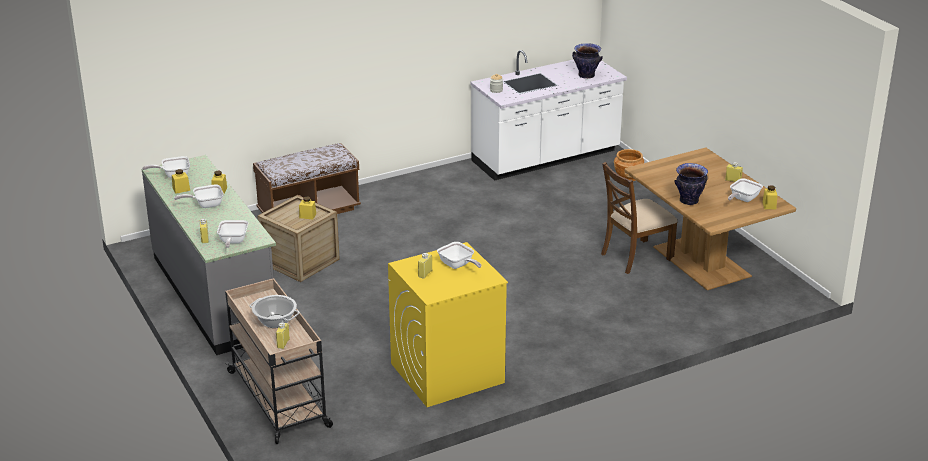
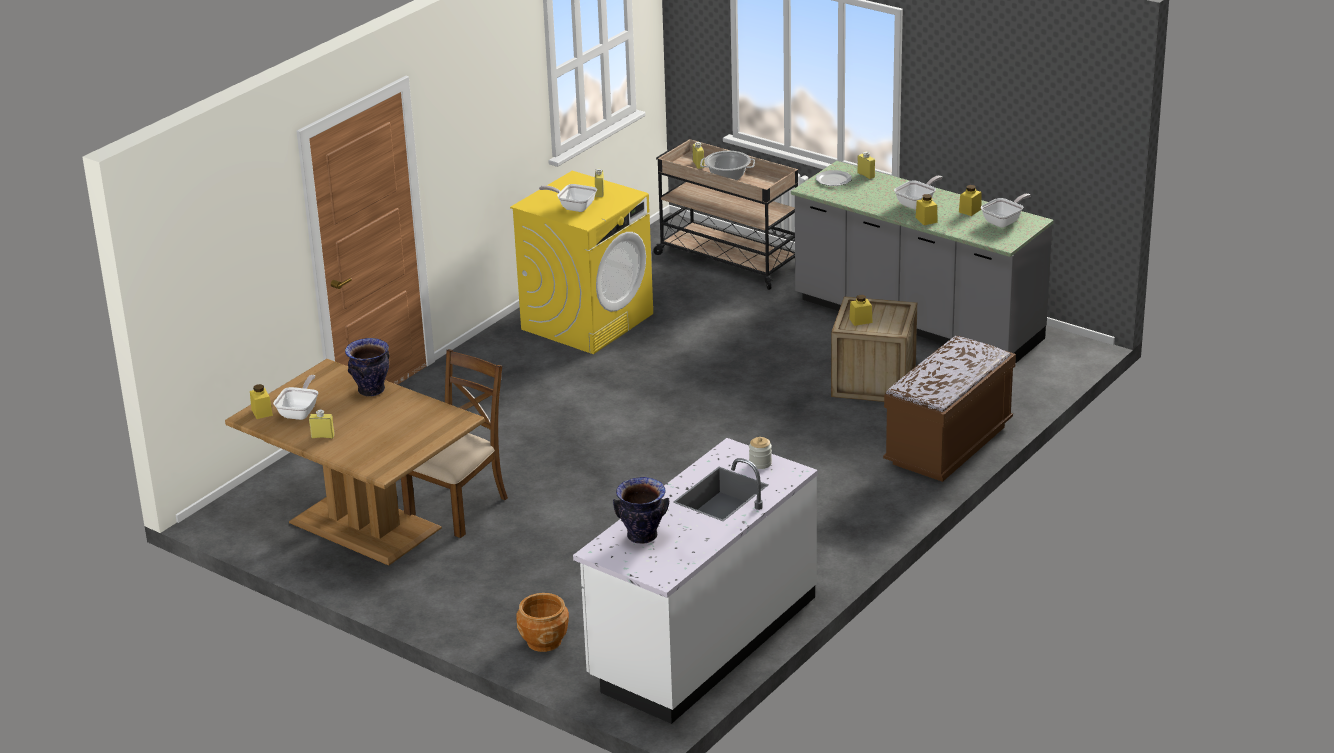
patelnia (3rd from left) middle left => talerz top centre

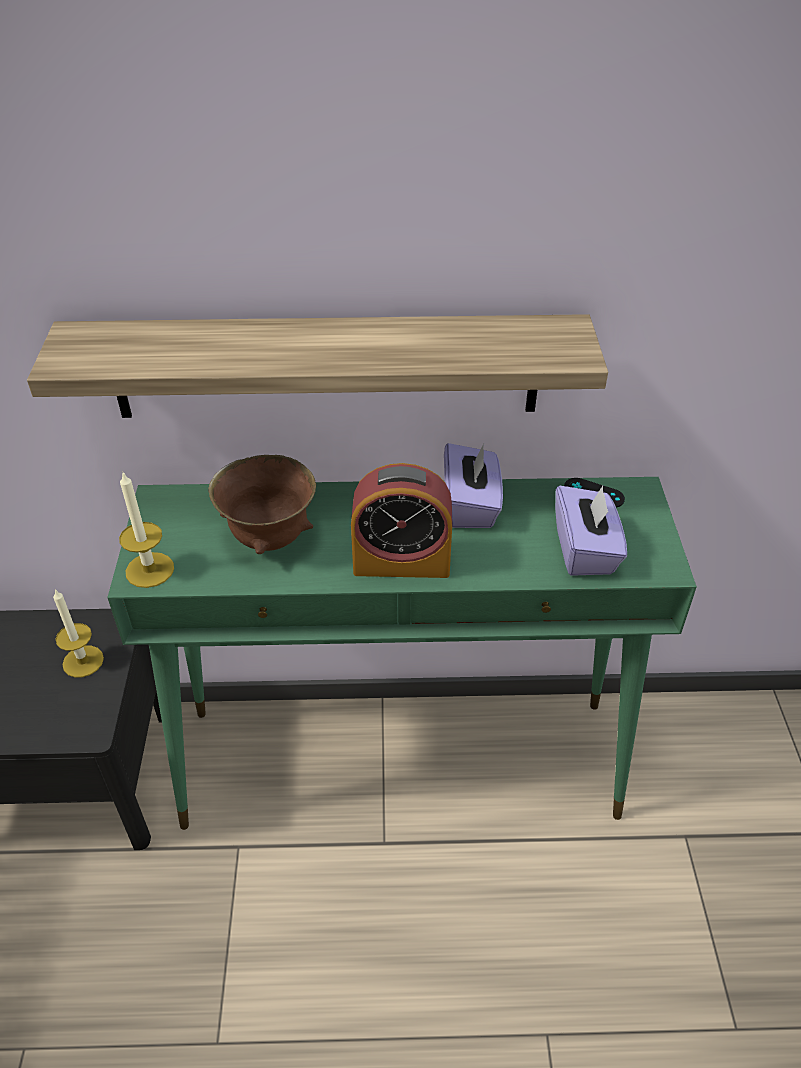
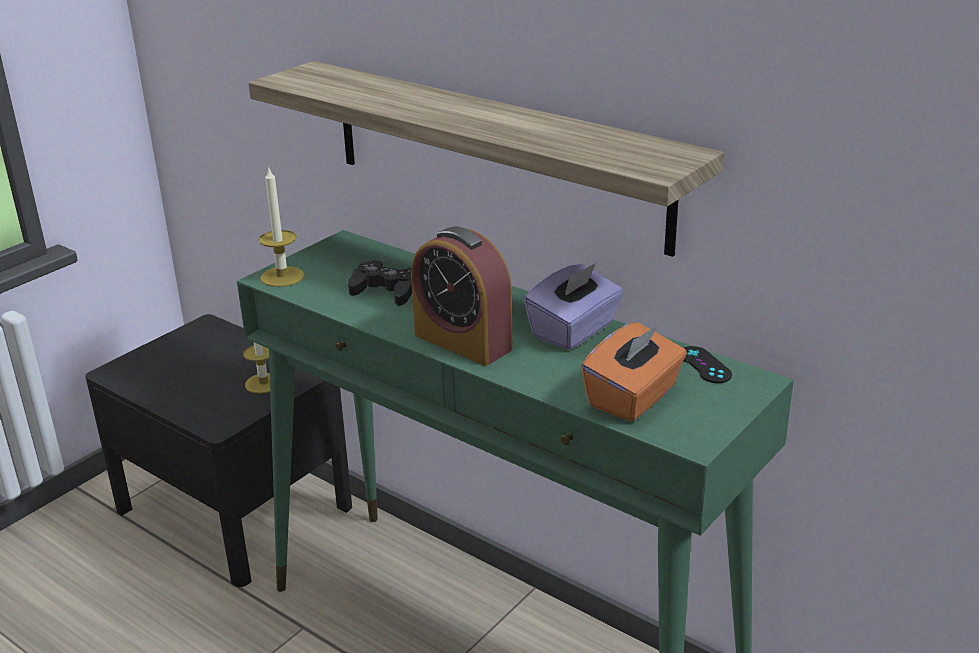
miska (brązowy) middle left => pad do gier (czarny) (1st from left) centre
pudełko chusteczek (fioletowy) (2nd from left) middle right => pudełko chusteczek (pomarańczowy) centre

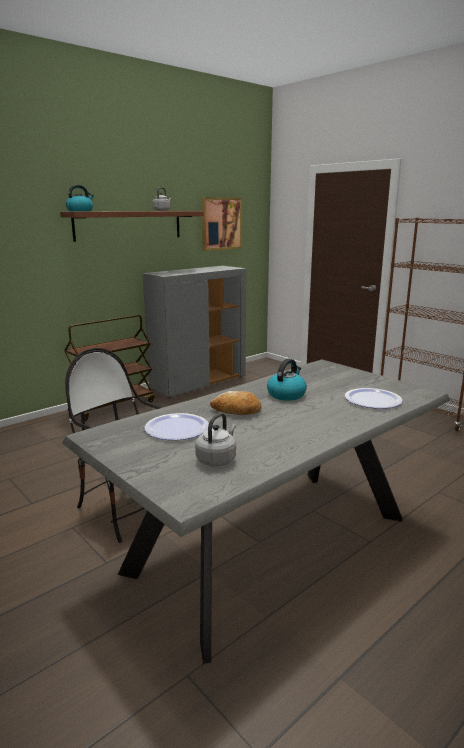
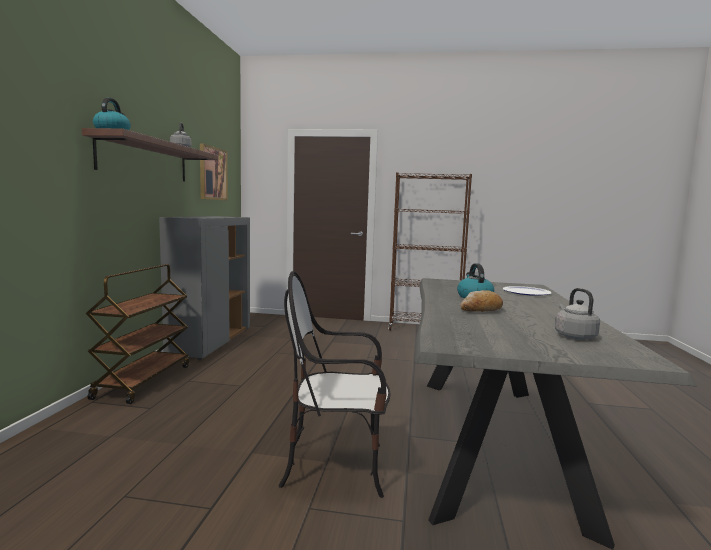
talerz (1st from left) centre => nothing

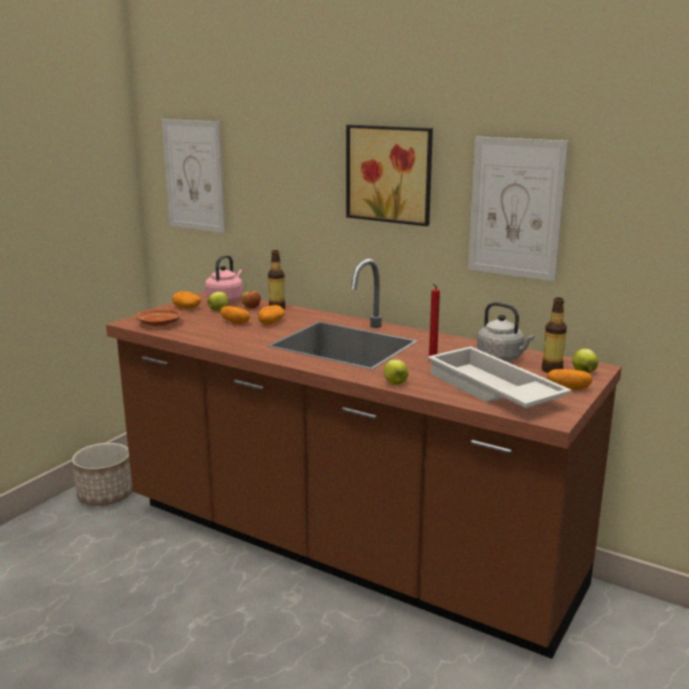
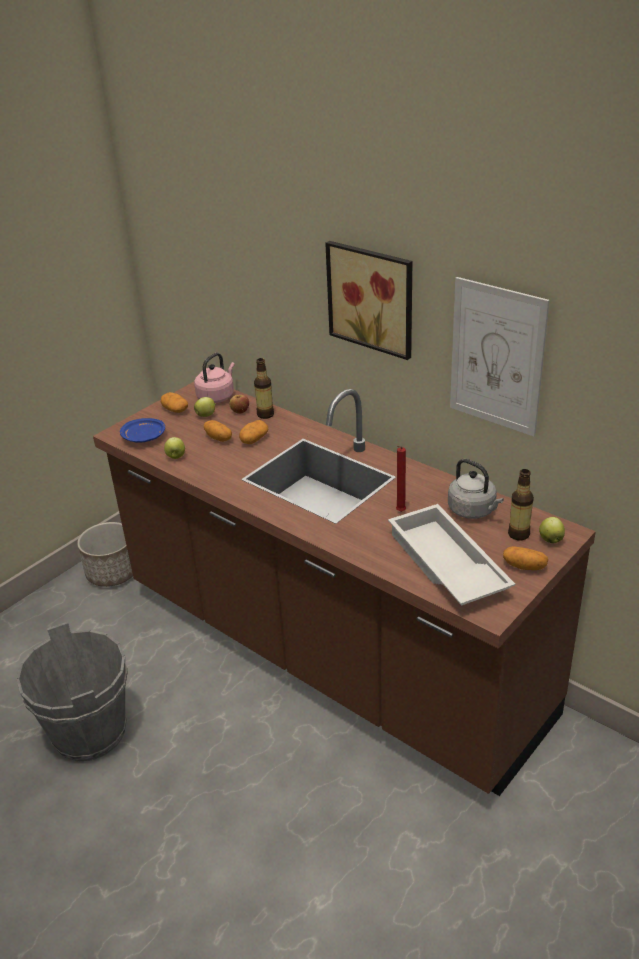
obraz (1st from left) top left => nothing
nothing => wiadro (szary) bottom left
jabłko (3rd from left in the first image) centre => jabłko (1st from left) middle left, move
talerz (brązowy) middle left => talerz (niebieski) middle left

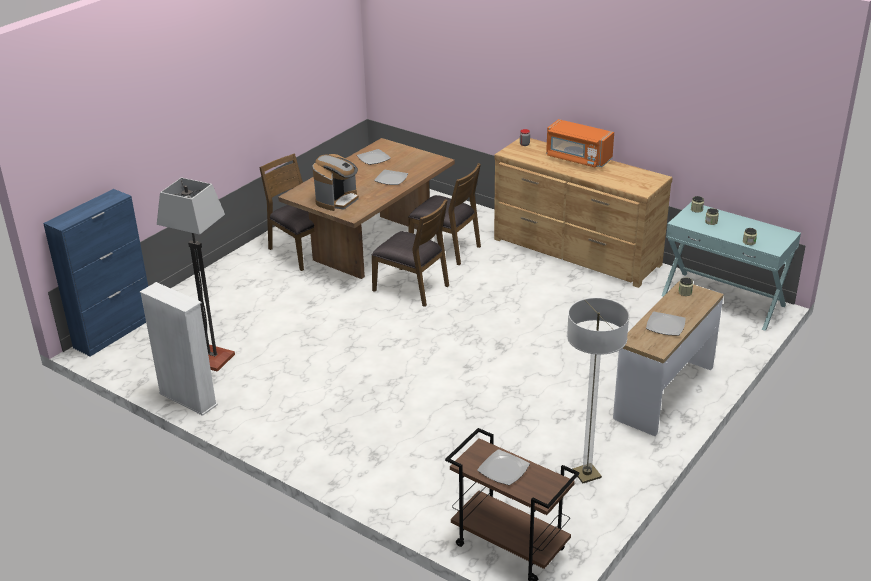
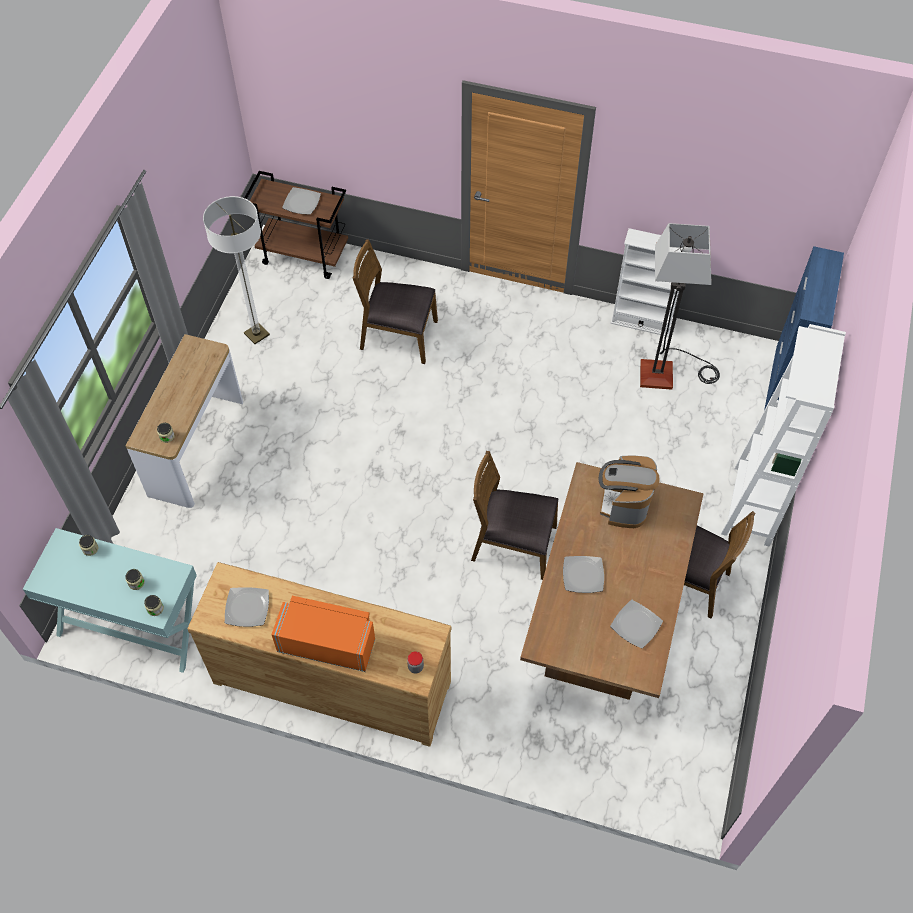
nothing => regał (biały) (2nd from left) middle right
krzesło (brązowy) (3rd from left in the first image) centre => krzesło (brązowy) (1st from left) top centre, move
talerz (4th from left in the first image) middle right => talerz (1st from left) middle left, move

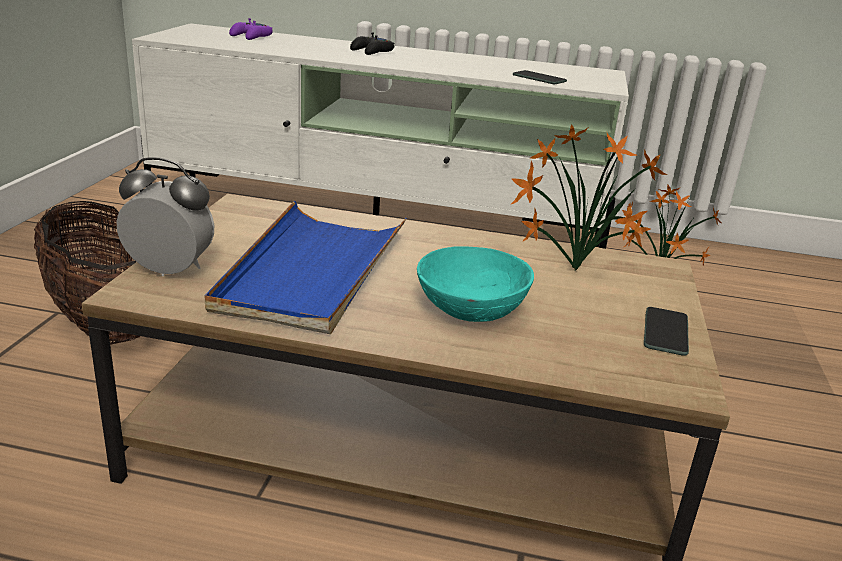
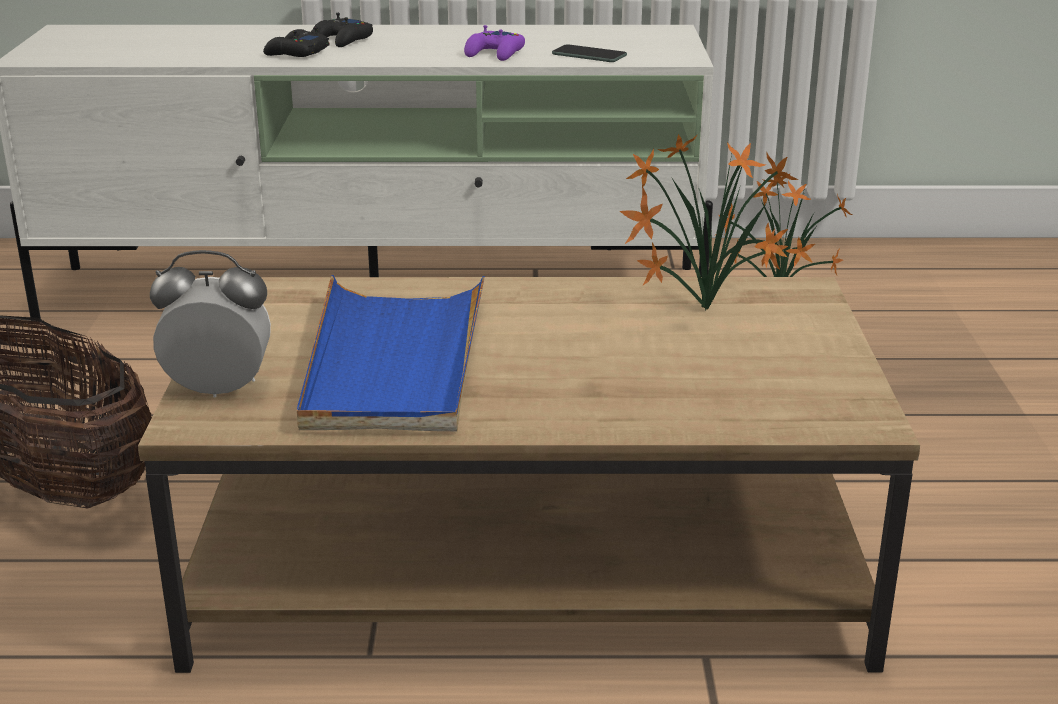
miska (turkusowy) centre => nothing
telefon (2nd from left) middle right => nothing
nothing => pad do gier (czarny) (1st from left) top left
pad do gier (fioletowy) top left => pad do gier (fioletowy) top centre, move

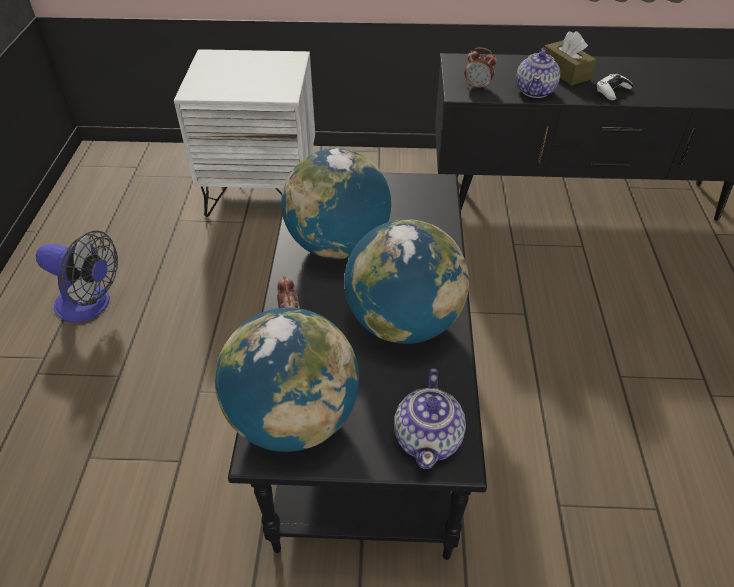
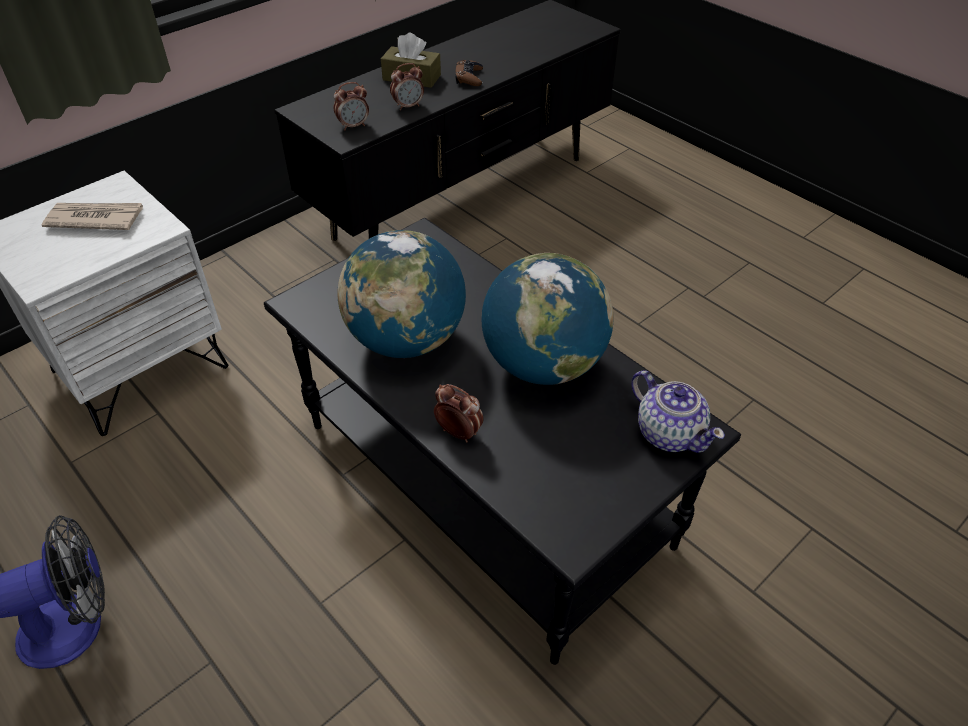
globus (1st from left) centre => nothing
nothing => gazeta top left
imbryk (2nd from left) top right => budzik (2nd from left) top centre
pad do gier (biały) top right => pad do gier (brązowy) top centre

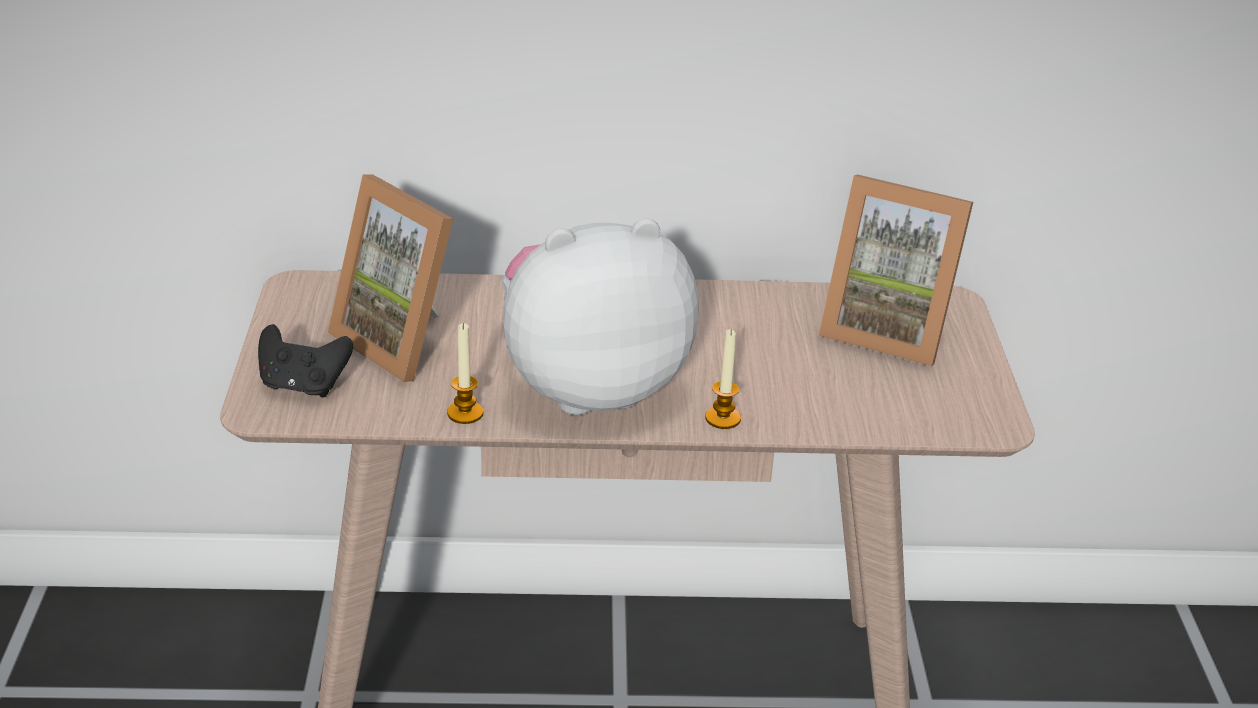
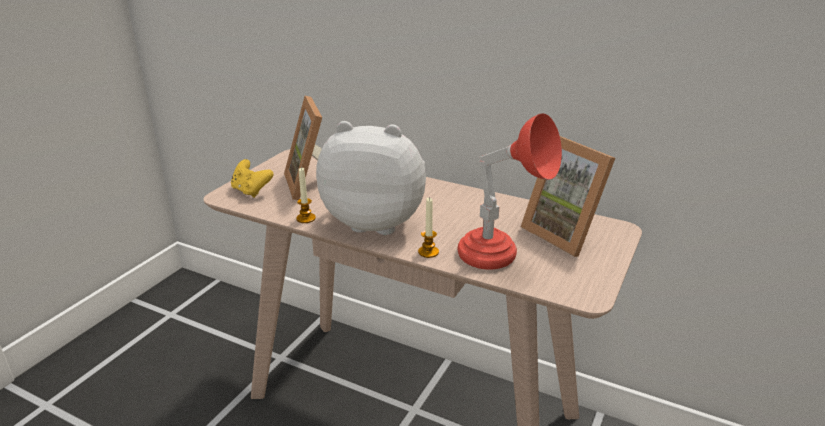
nothing => lampa stołowa (czerwony) centre
pad do gier (czarny) middle left => pad do gier (żółty) middle left

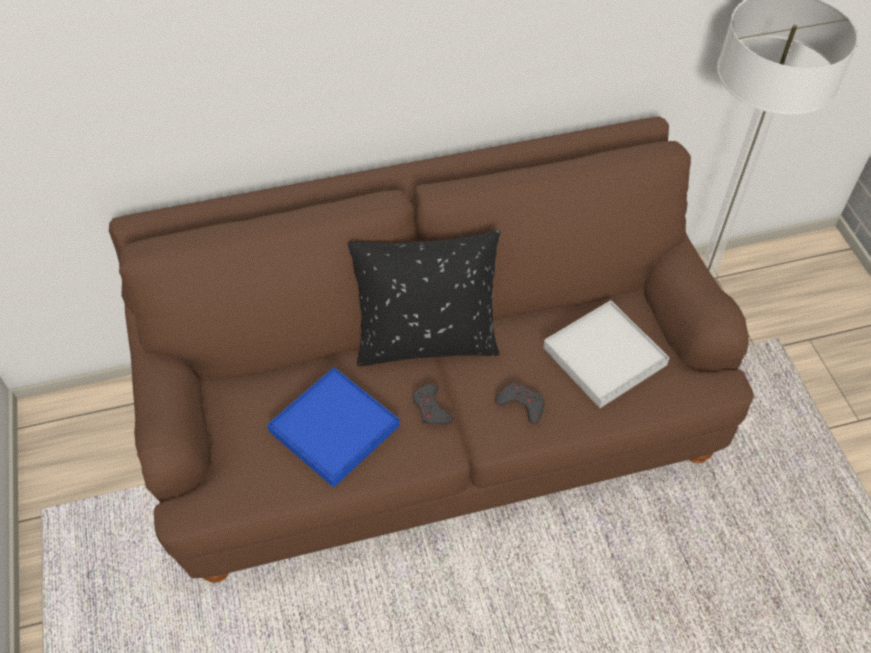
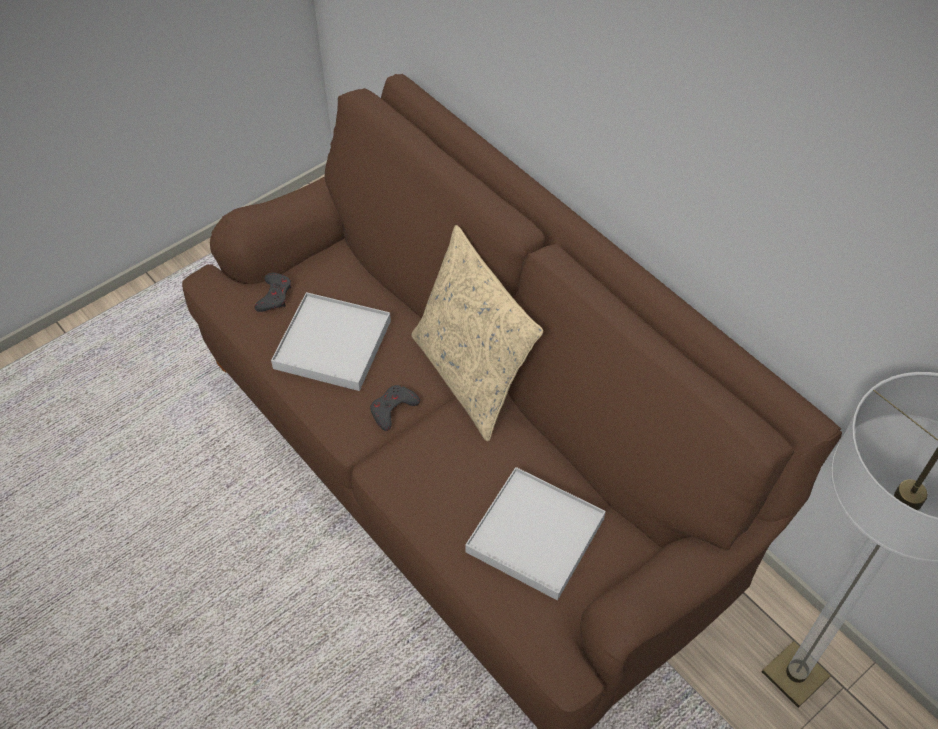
pad do gier (szary) (2nd from left in the first image) centre => pad do gier (szary) (1st from left) middle left, move
taca (niebieski) centre => taca (biały) (1st from left) centre
poduszka (czarny) centre => poduszka (beżowy) centre

